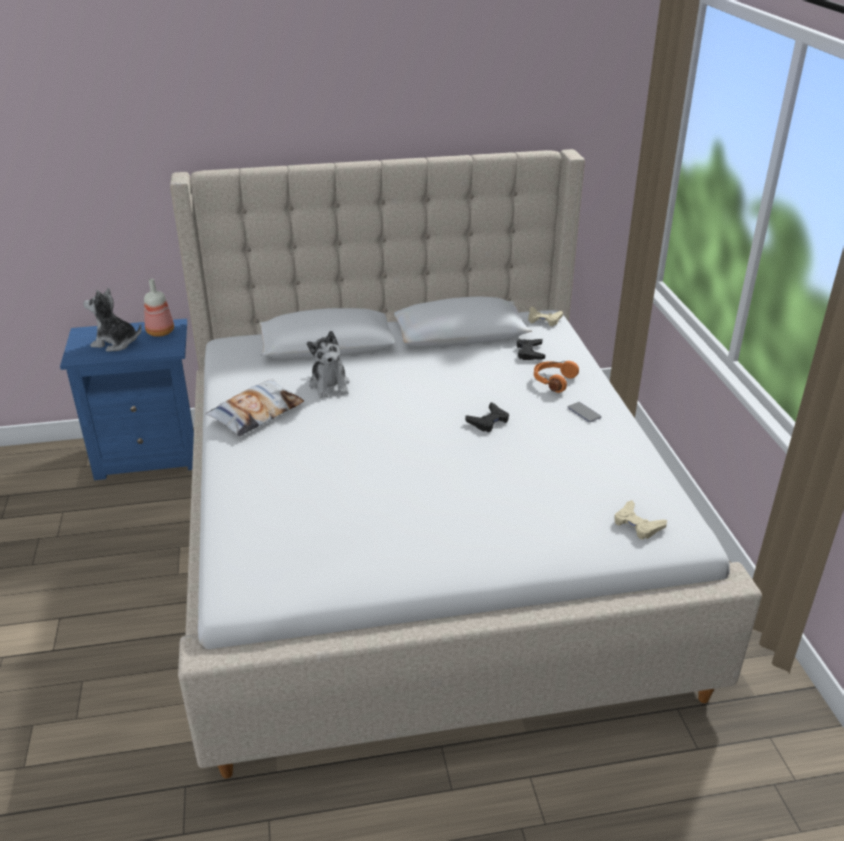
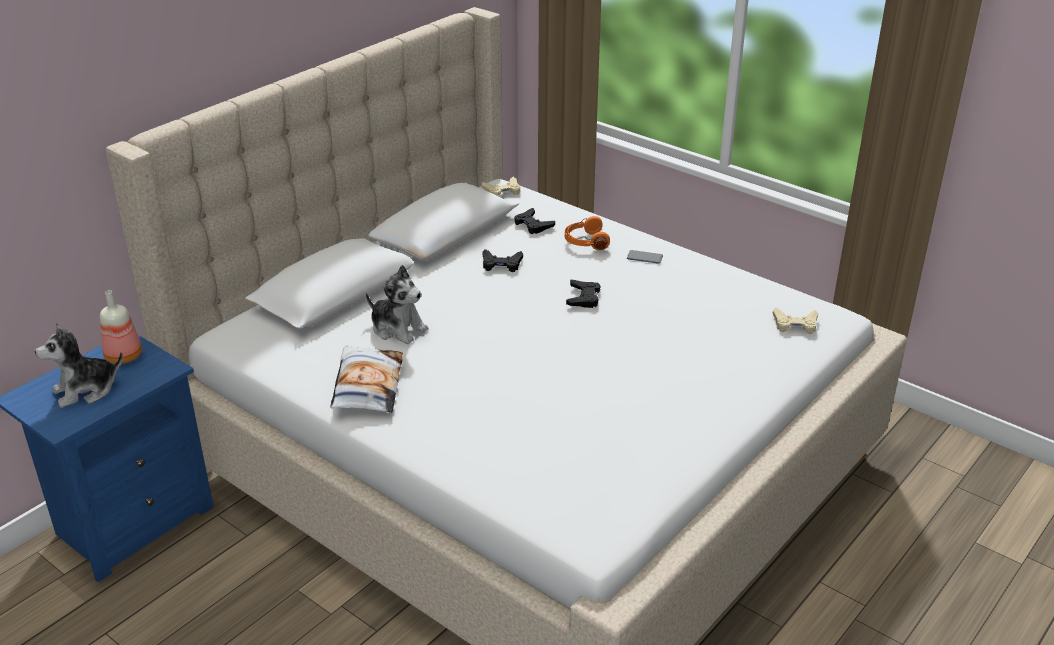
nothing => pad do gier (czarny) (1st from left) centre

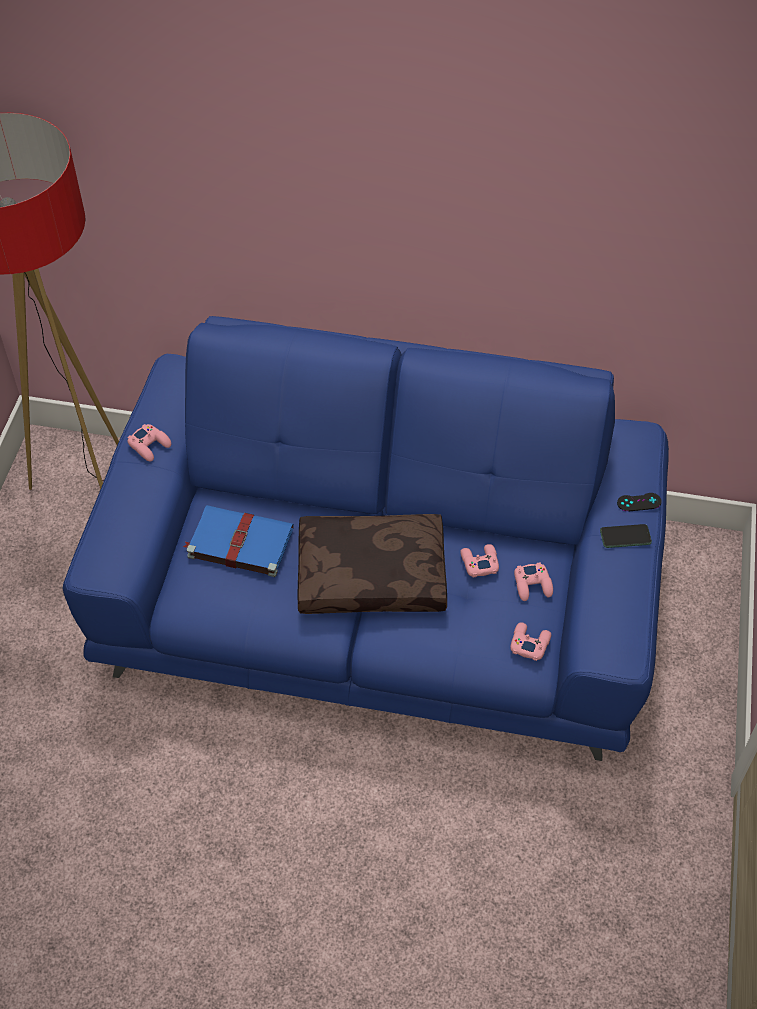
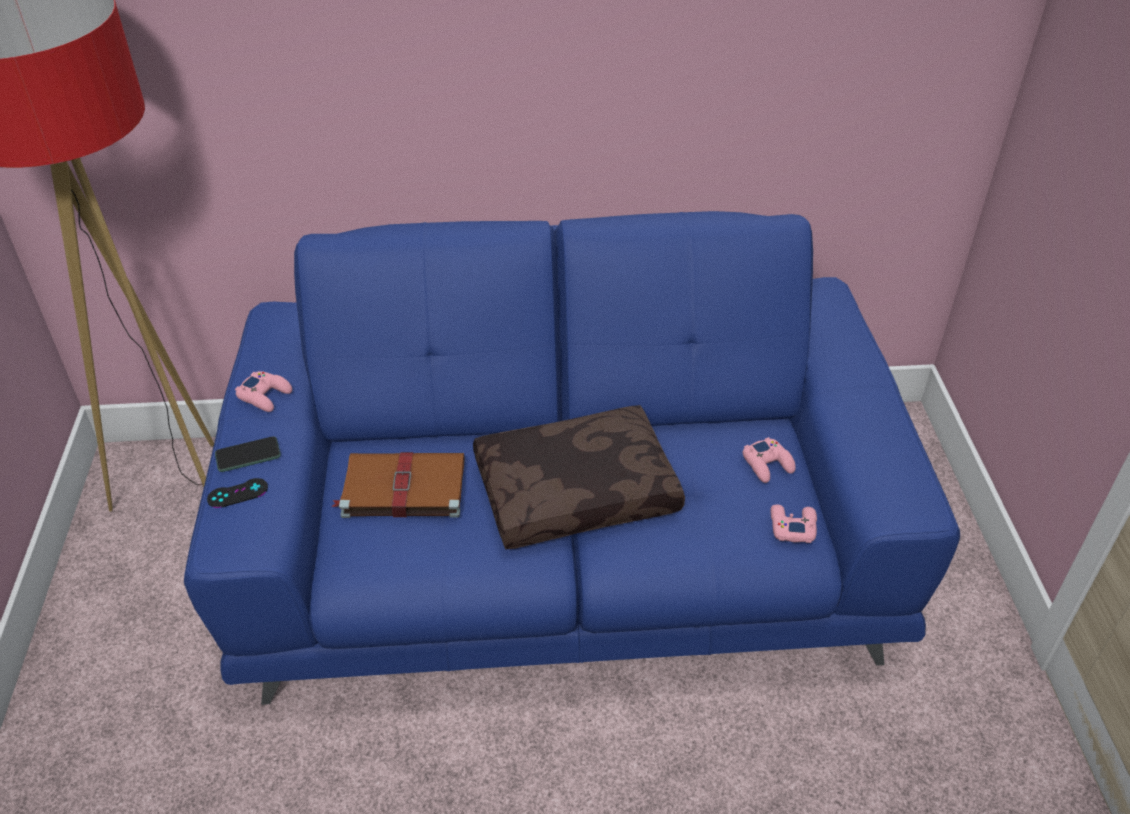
pad do gier (różowy) (2nd from left) centre => nothing
telefon middle right => telefon middle left, move
pad do gier (czarny) middle right => pad do gier (czarny) middle left, move
książka (niebieski) middle left => książka (brązowy) centre

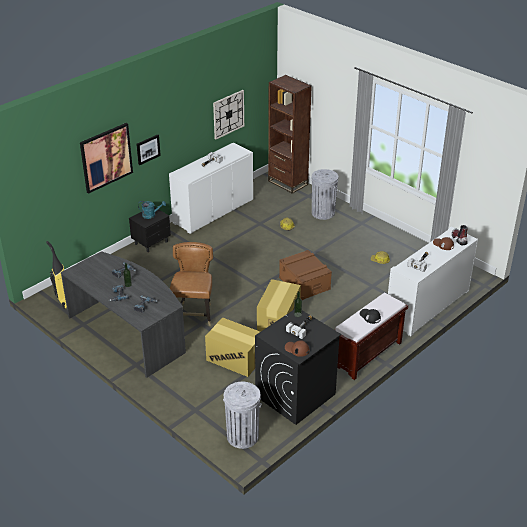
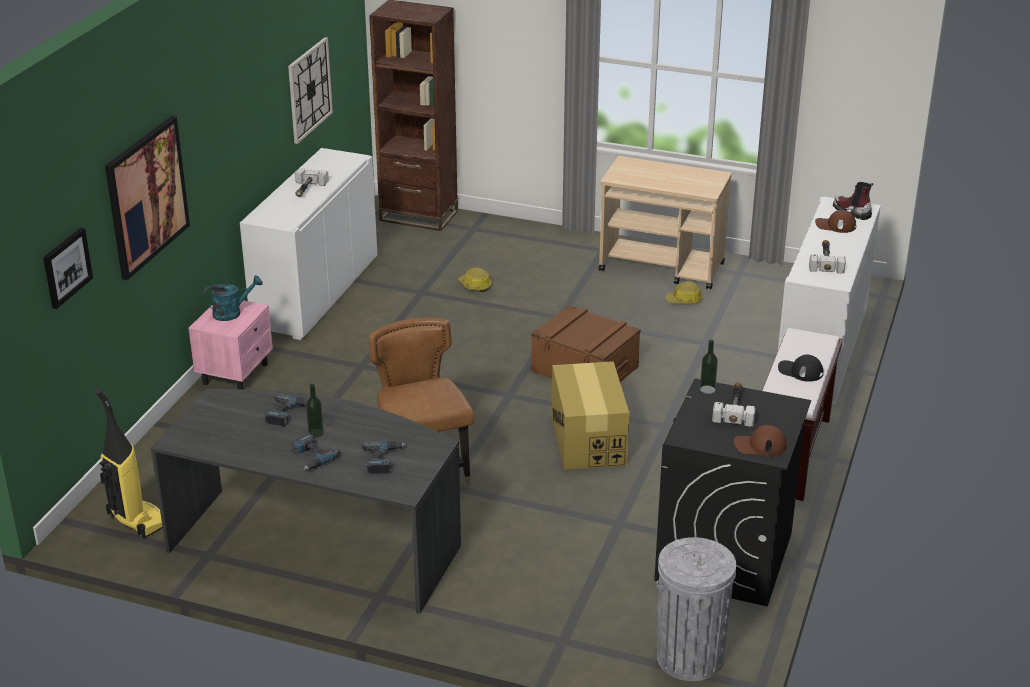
karton (1st from left) centre => nothing
kosz na śmieci (szary) (2nd from left) centre => nothing
nothing => wózek (beżowy) top centre
obraz (2nd from left in the first image) top left => obraz (1st from left) middle left, move
szafka nocna (czarny) middle left => szafka nocna (różowy) middle left

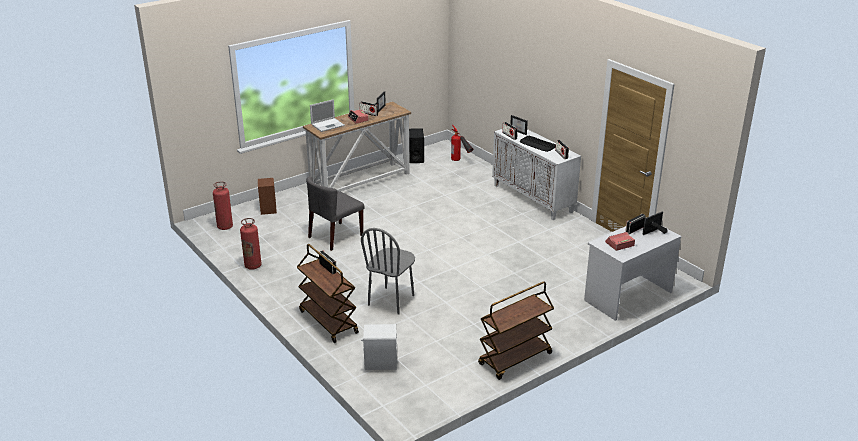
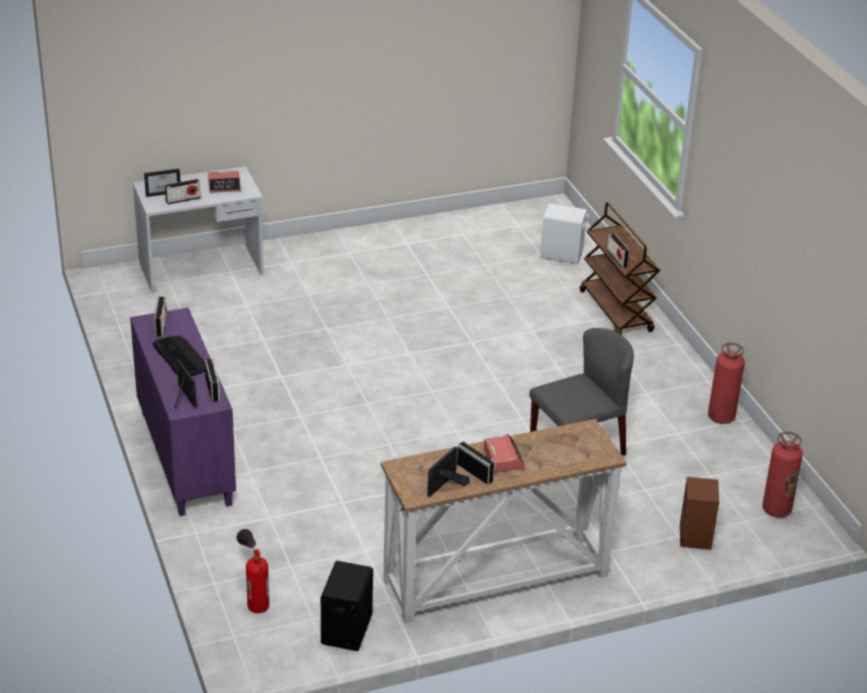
laptop top centre => nothing
krzesło (szary) (2nd from left) centre => nothing
wózek (brązowy) (2nd from left) bottom centre => nothing
szafka (biały) centre => szafka (fioletowy) middle left

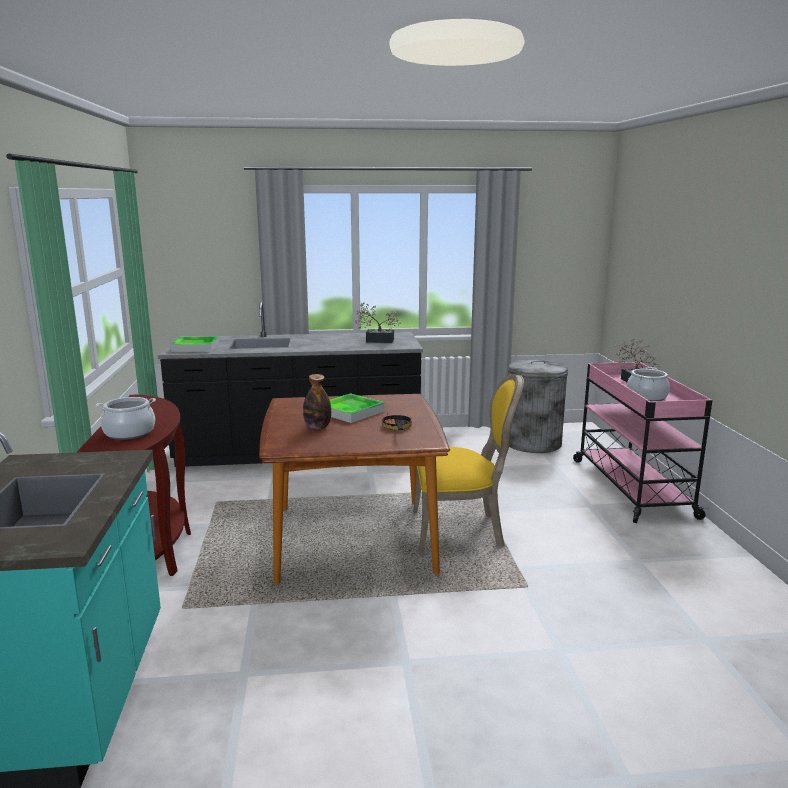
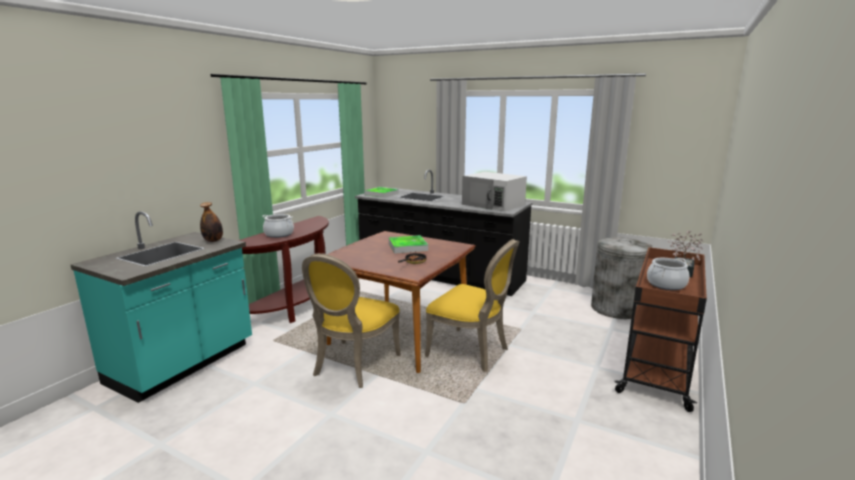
nothing => krzesło (żółty) (1st from left) bottom centre
butelka centre => butelka middle left, move
roślina doniczkowa (1st from left) centre => mikrofalówka (biały) centre
wózek (różowy) middle right => wózek (brązowy) bottom right

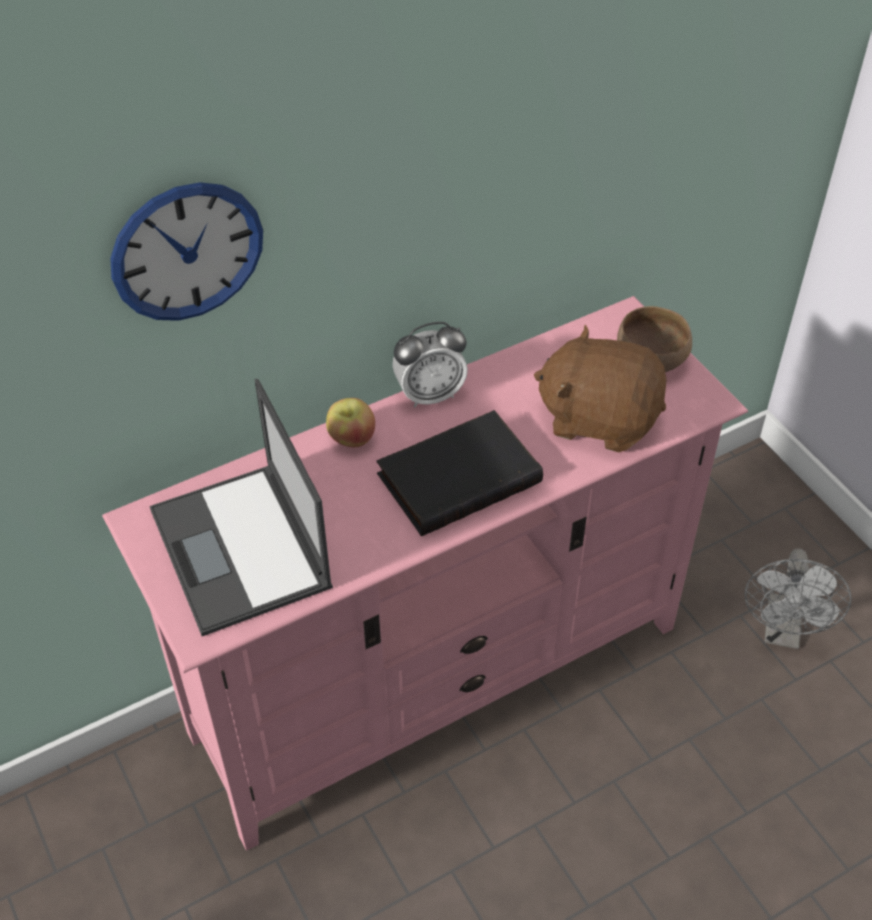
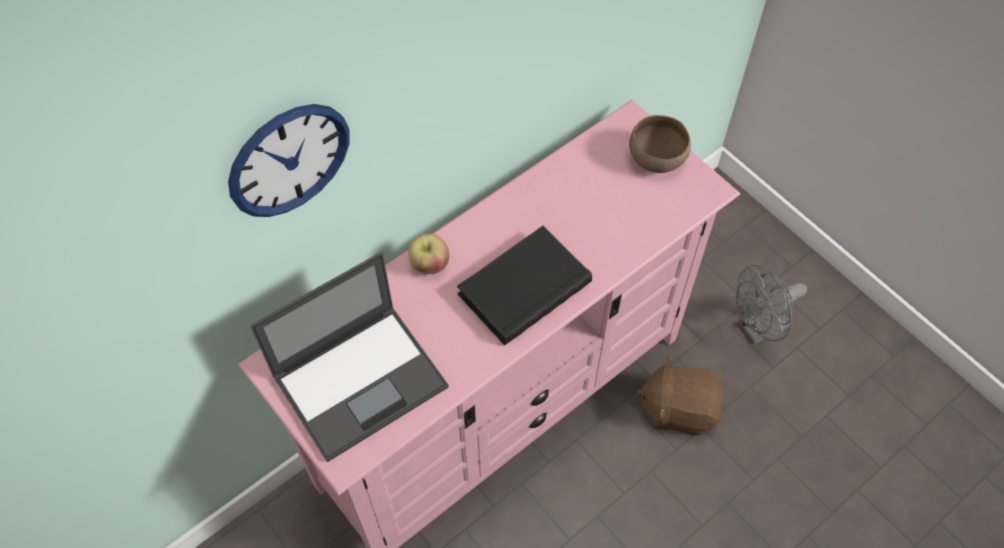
budzik centre => nothing
pluszak (brązowy) middle right => pluszak (brązowy) bottom right, move
laptop middle left => laptop centre, 90 degrees counterclockwise
wentylator (szary) middle right, 60 degrees clockwise

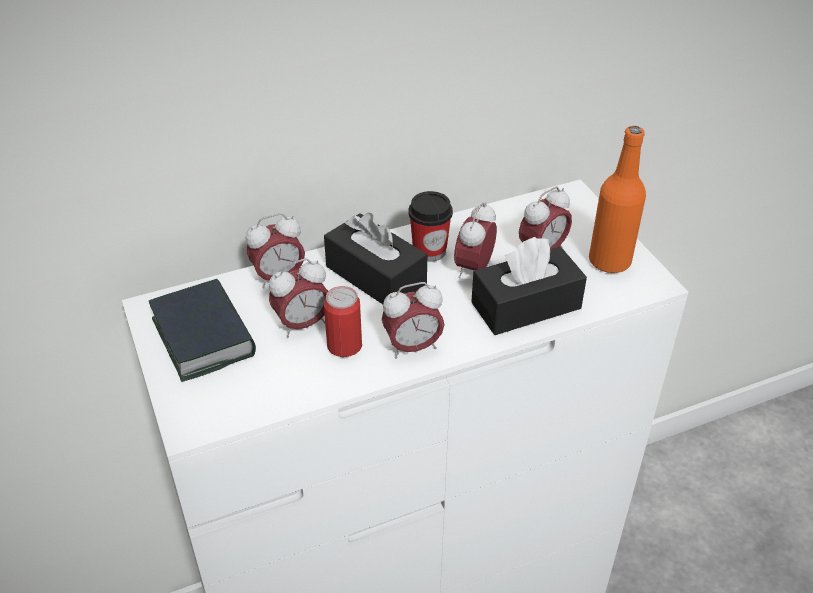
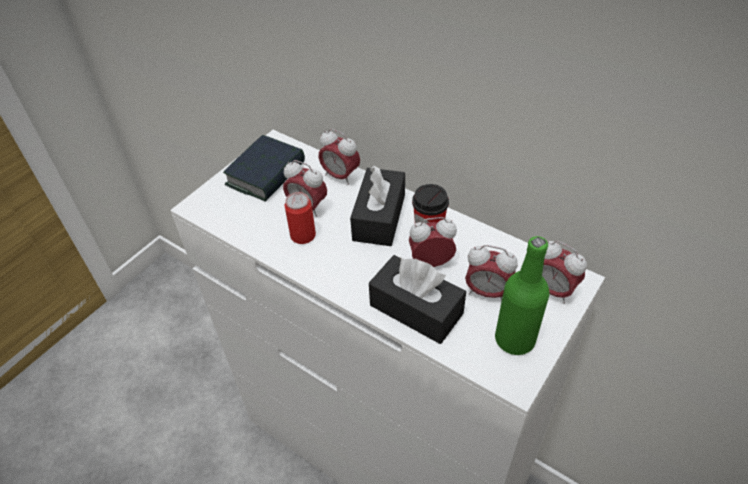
budzik (3rd from left in the first image) centre => budzik (5th from left) middle right, move
butelka (pomarańczowy) middle right => butelka (zielony) middle right

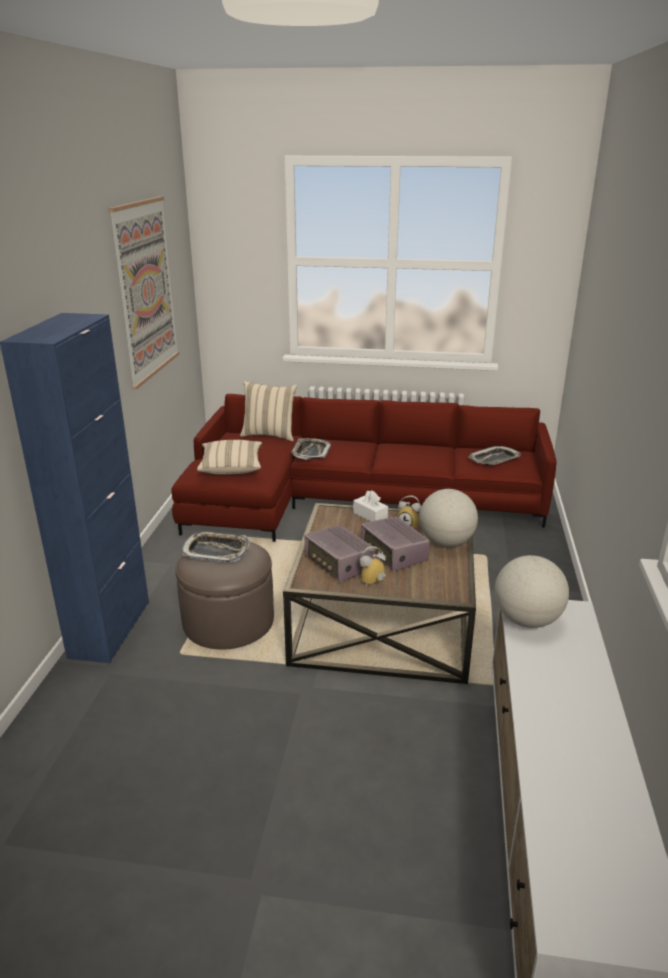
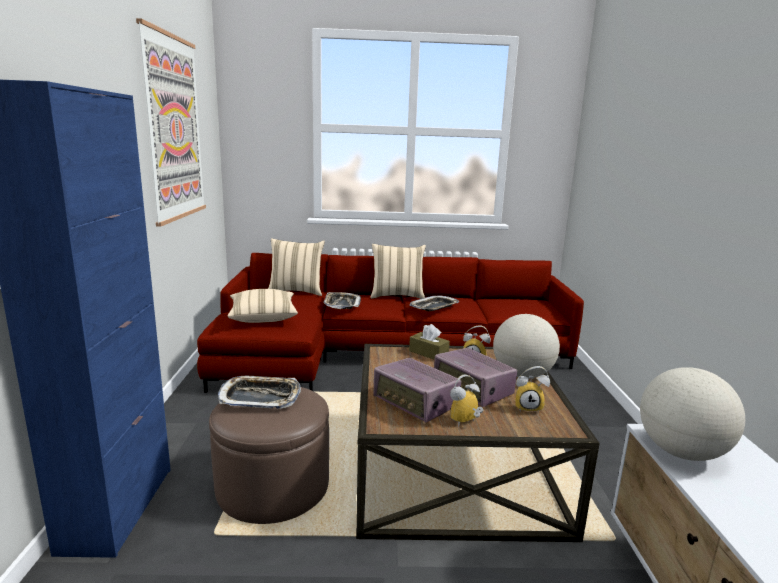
nothing => poduszka (beżowy) (3rd from left) centre
nothing => budzik (3rd from left) bottom right
taca (3rd from left) middle right => taca (3rd from left) centre, move
pudełko chusteczek (biały) centre => pudełko chusteczek (brązowy) centre

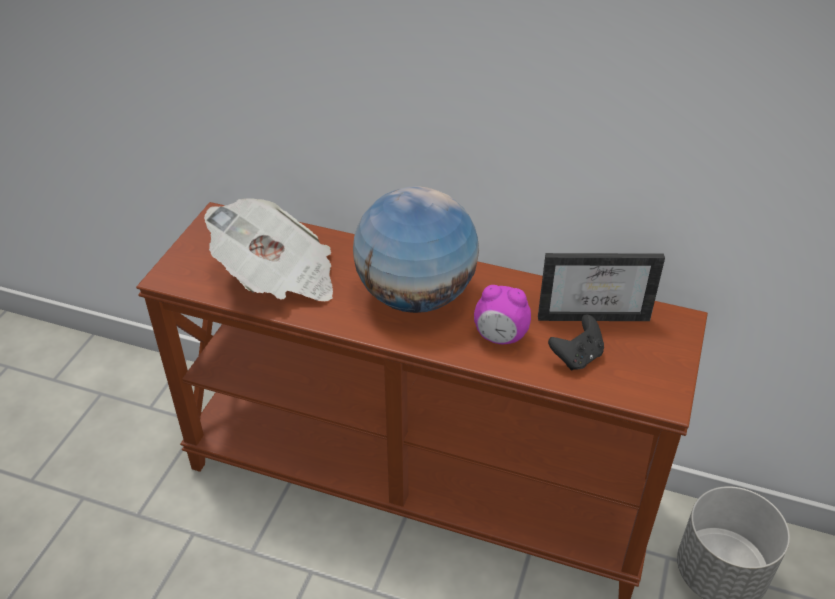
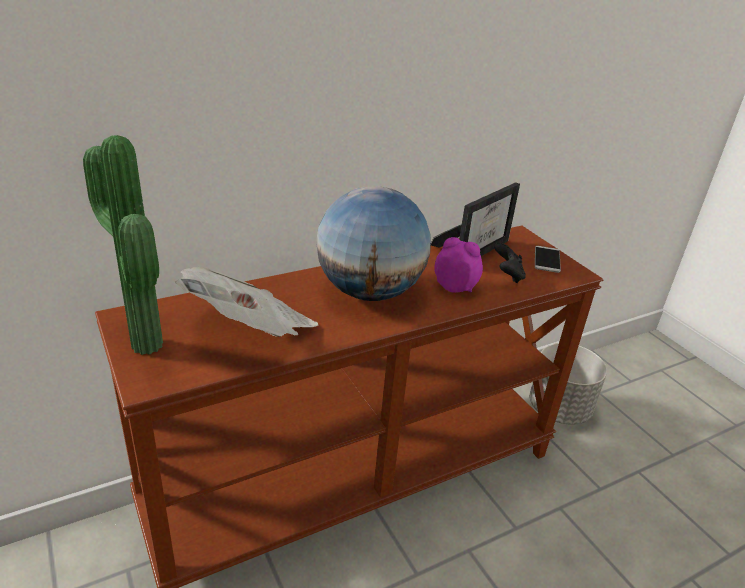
nothing => roślina doniczkowa middle left
nothing => telefon middle right
budzik centre, 120 degrees counterclockwise

